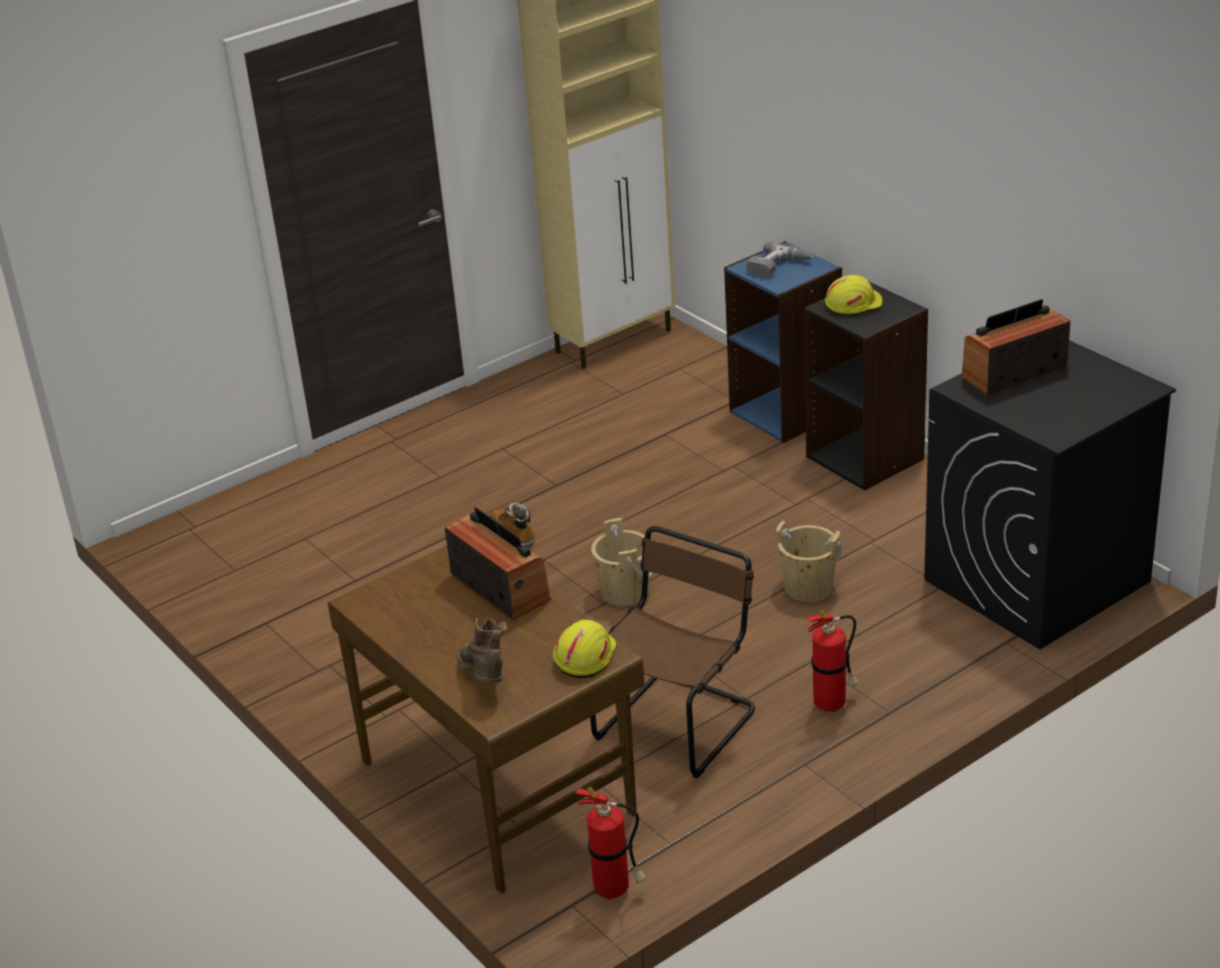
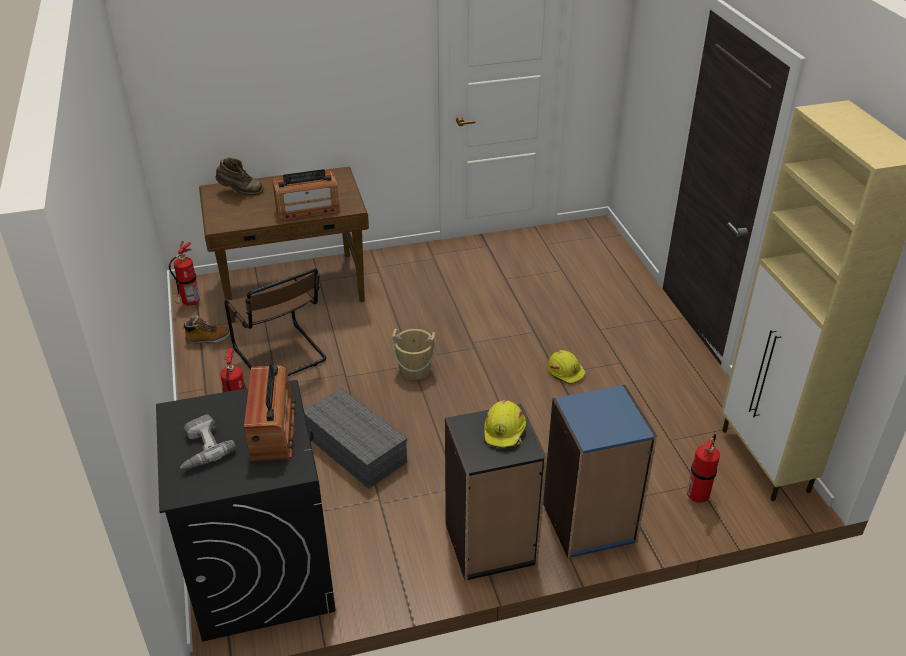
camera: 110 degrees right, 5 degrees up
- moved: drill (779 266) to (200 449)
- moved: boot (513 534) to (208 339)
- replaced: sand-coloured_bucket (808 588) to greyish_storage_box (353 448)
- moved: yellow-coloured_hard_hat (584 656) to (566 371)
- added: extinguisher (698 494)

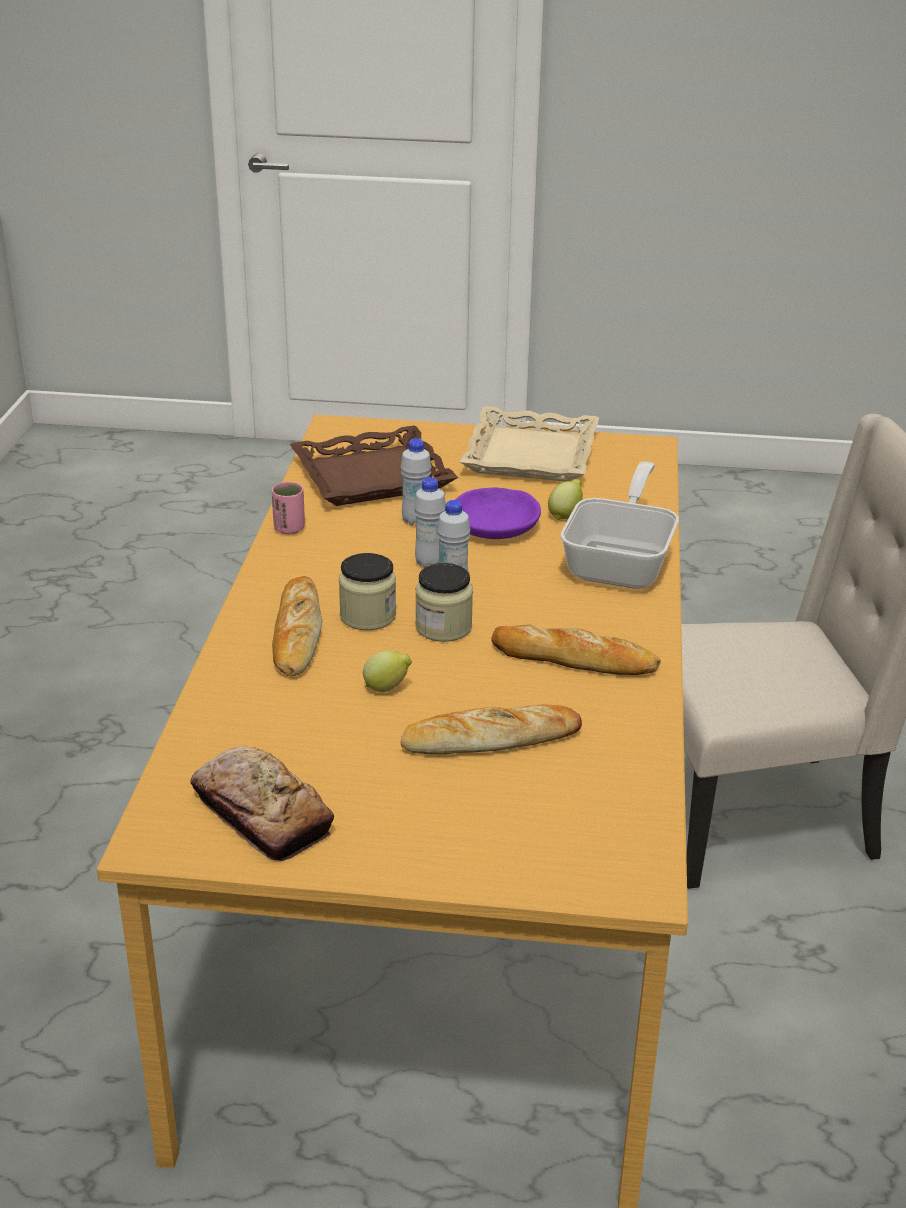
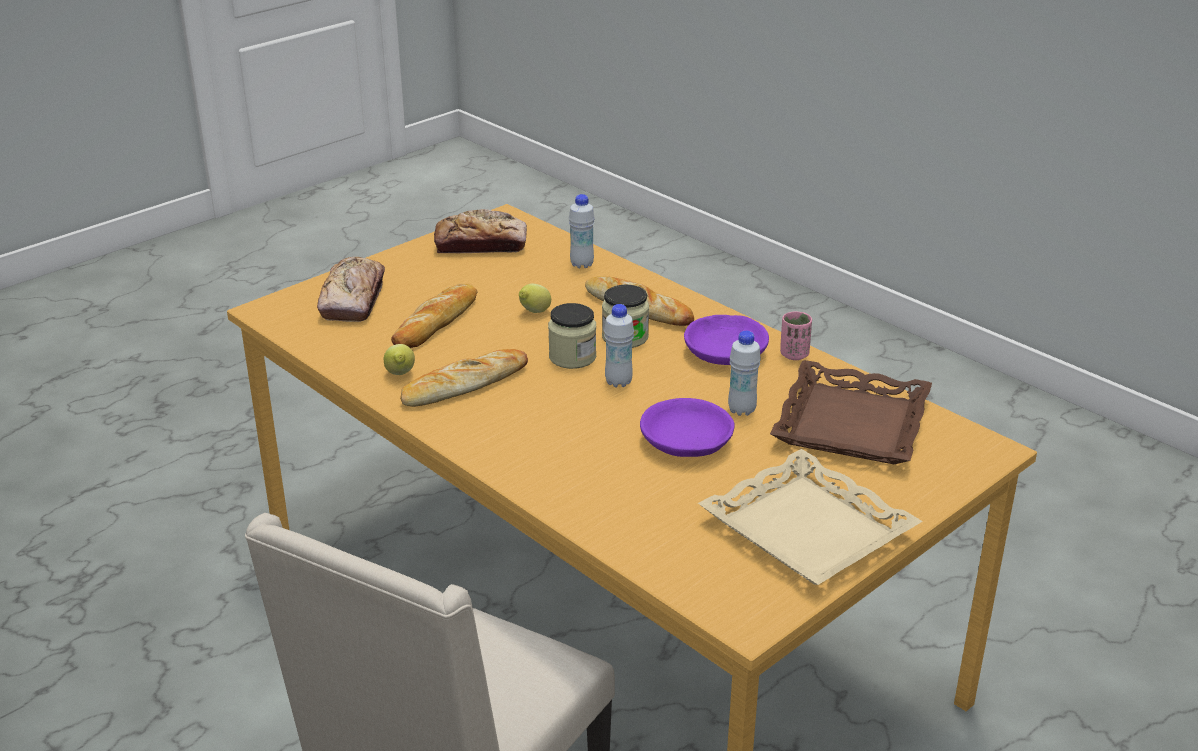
camera: 130 degrees right, 0 degrees up
- added: baked_bread (353 300)
- moved: lemon (565 515) to (400 375)
- moved: white_beverage_bottle (429 563) to (582 264)
- added: purple_deep_dish (726 351)
- removed: pan (622 562)

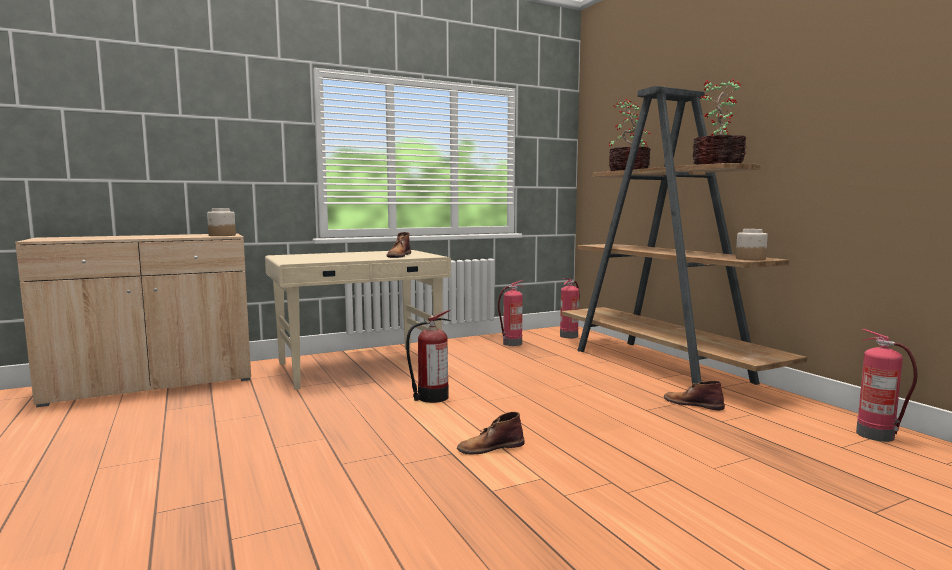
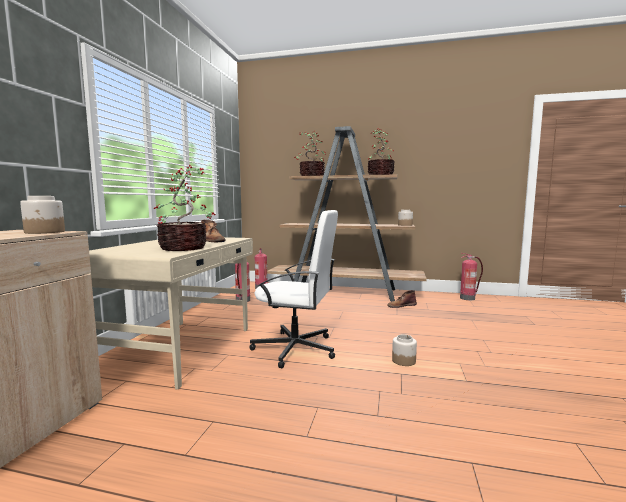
camera: 50 degrees left, 0 degrees up
- added: potted_plant (184 248)
- replaced: extinguisher (431 397) to white_computer_chair (296 349)
- replaced: brown-coloured_boot (490 447) to storage_jar (404 361)

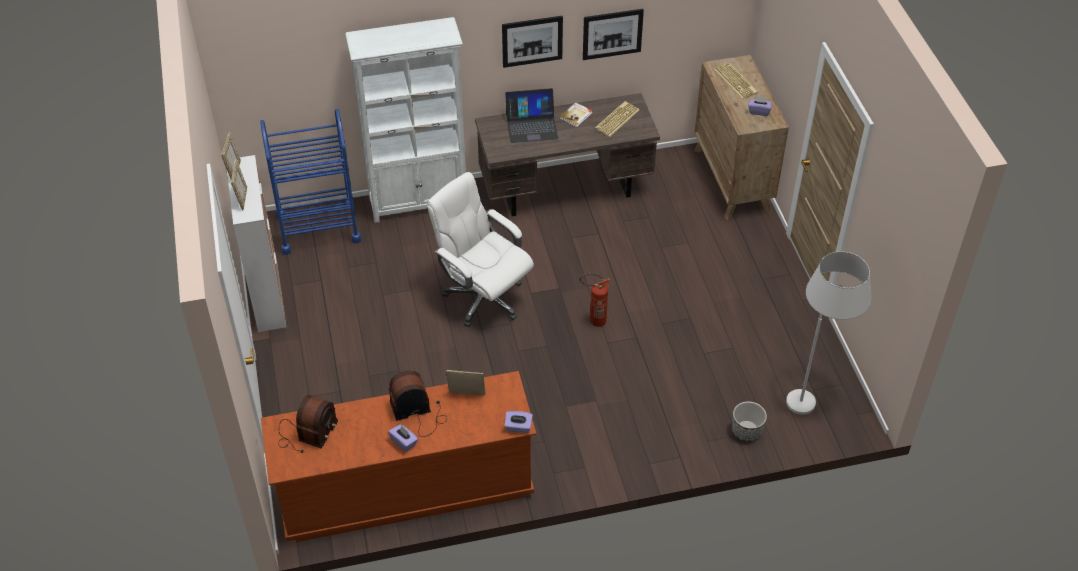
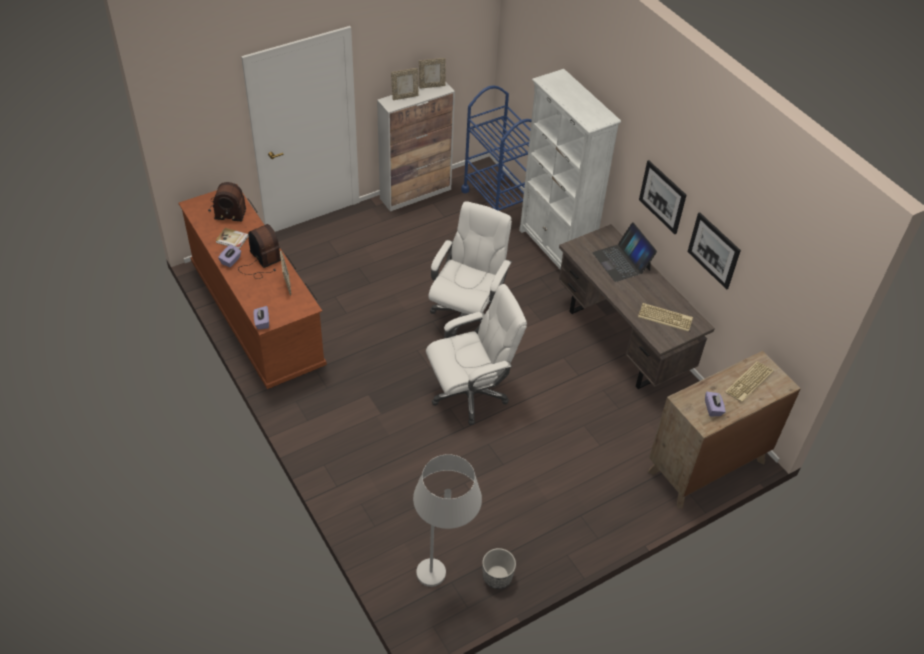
camera: 70 degrees right, 0 degrees up
- moved: bound_book (576 115) to (232 239)
- replaced: extinguisher (593 321) to white_computer_chair (470 393)
- moved: planter (746 431) to (497 576)

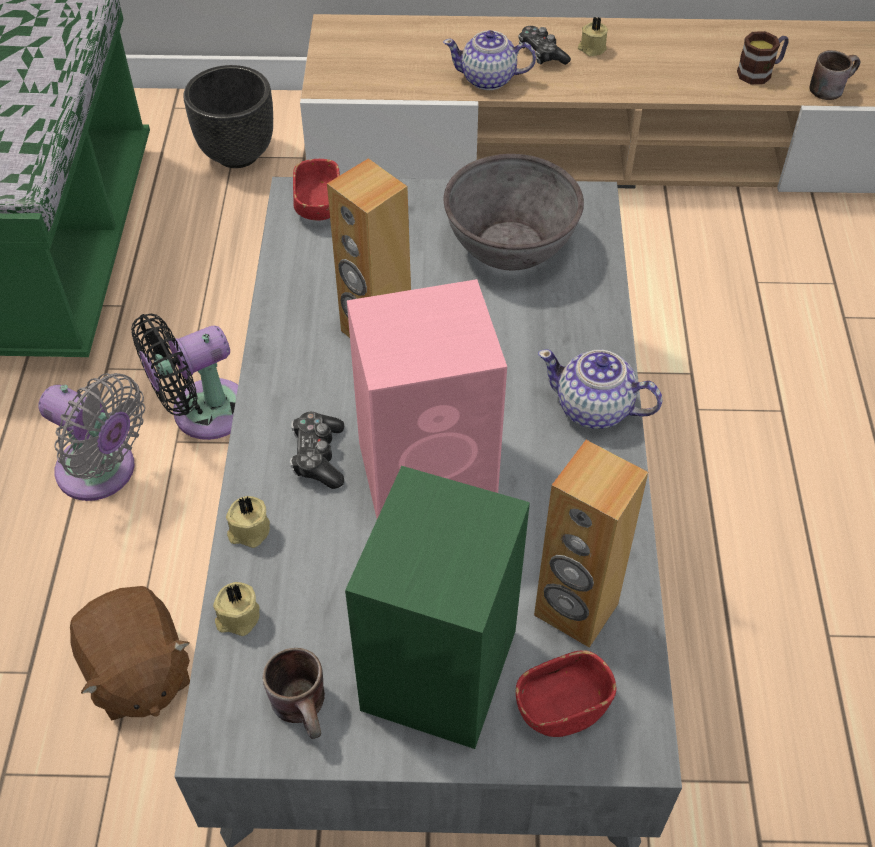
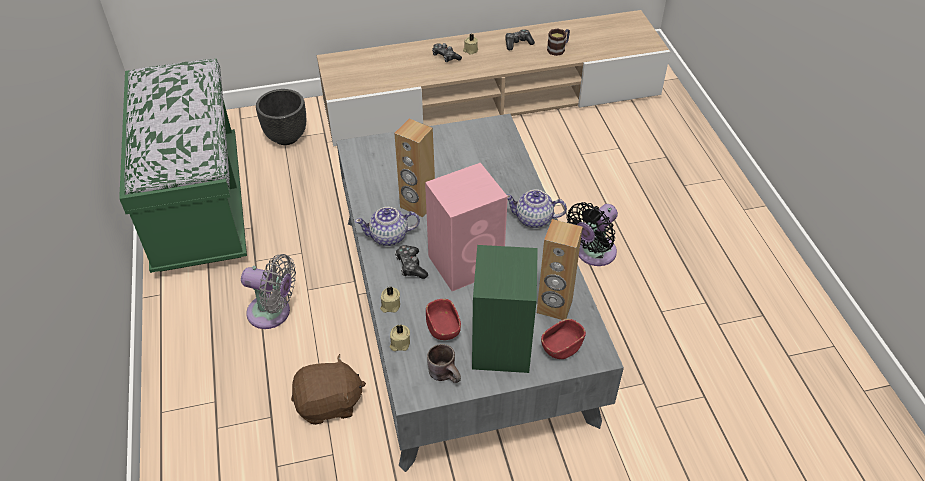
camera: 15 degrees left, 5 degrees down
- turned: brown-coloured_plush_toy (138 673) = (329 404) 60 degrees counterclockwise
- moved: pot_for_tea (489 79) to (389 236)
- moved: reddish_deep_dish (318 206) to (443 328)
- added: joypad (518 43)
- moved: blackish_fan (202 413) to (593 253)
- removed: greyish_deep_dish (510 245)
- removed: brown-coloured_tea_mug (829 87)

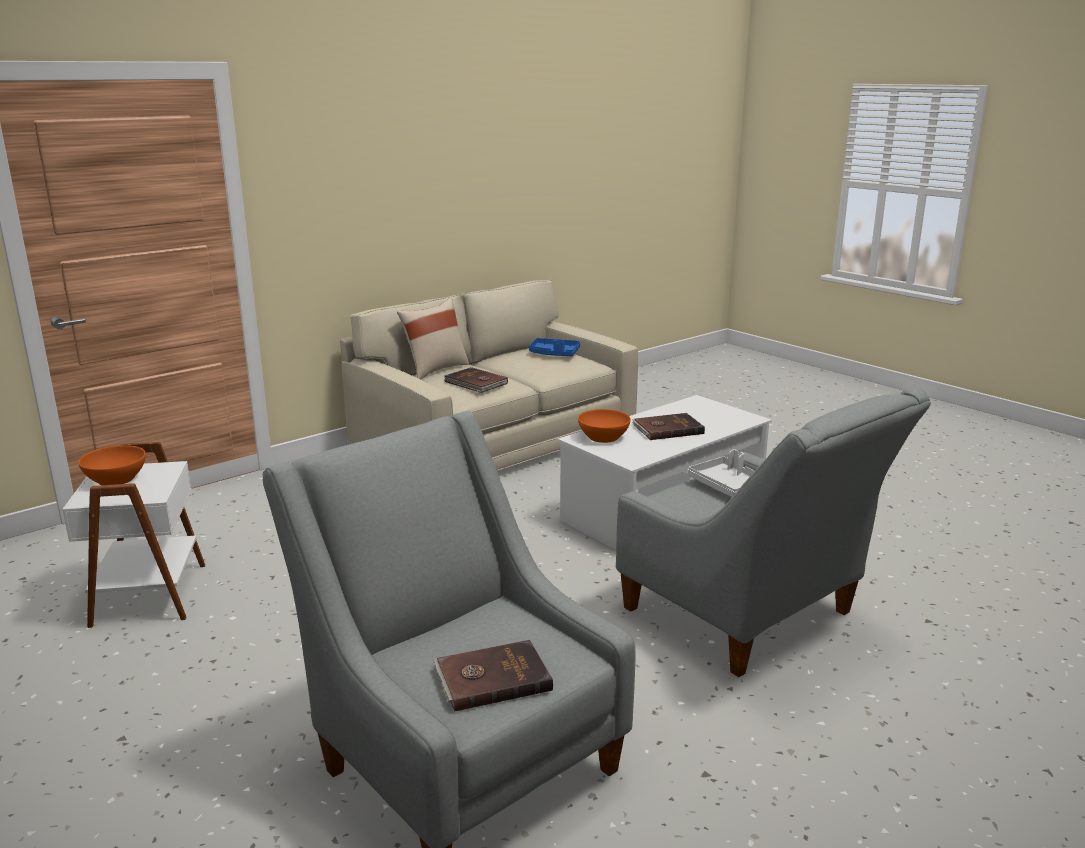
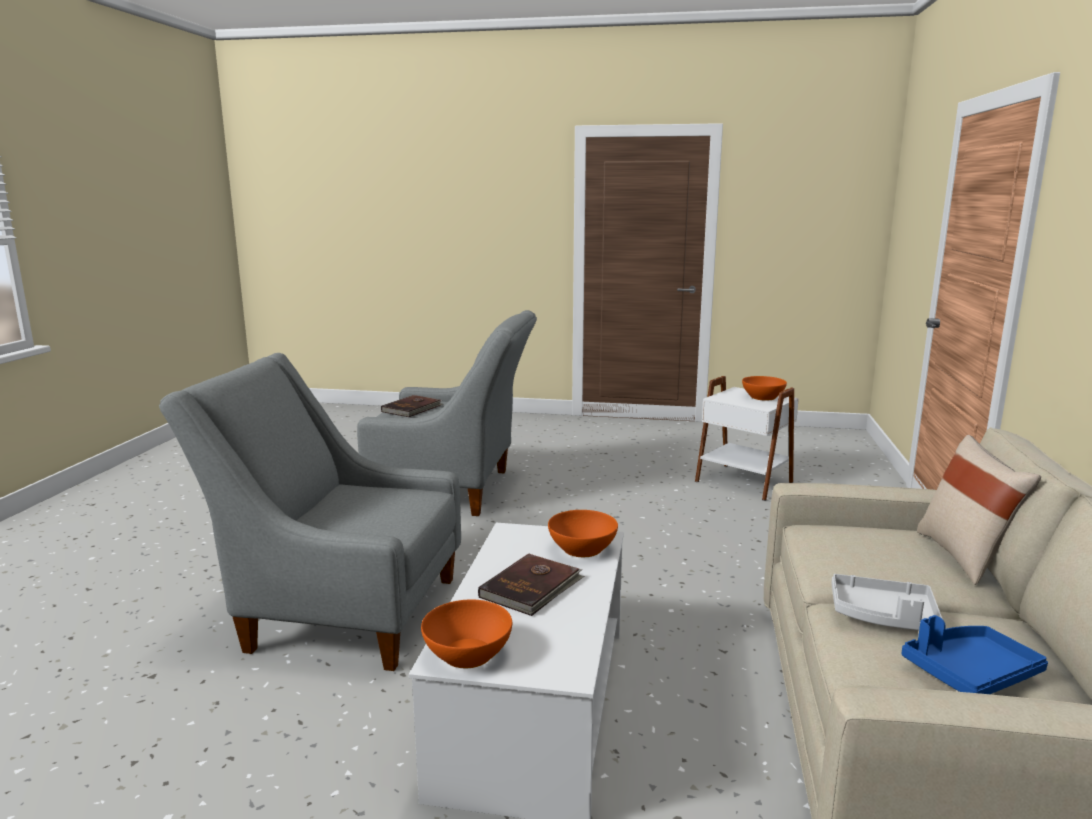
camera: 140 degrees right, 5 degrees down
- added: orange_deep_dish (467 653)
- moved: greyish_carrying_tray (727 486) to (883 616)
- removed: brown-coloured_bound_book (475 383)

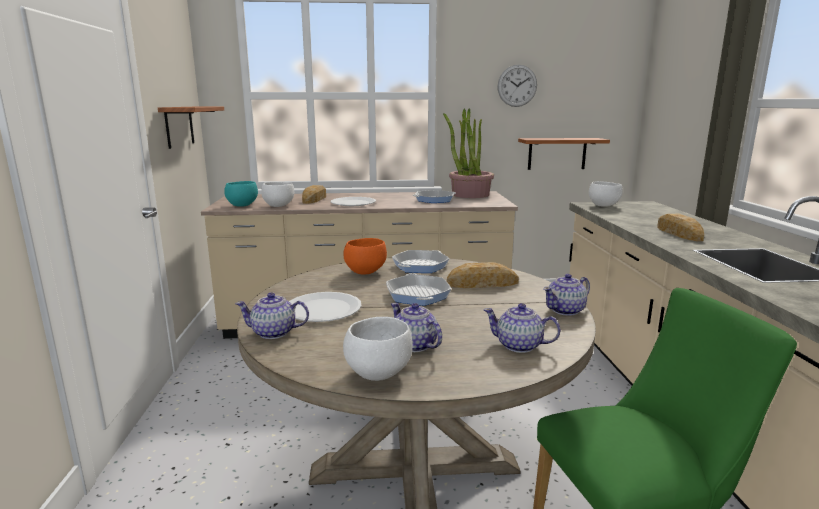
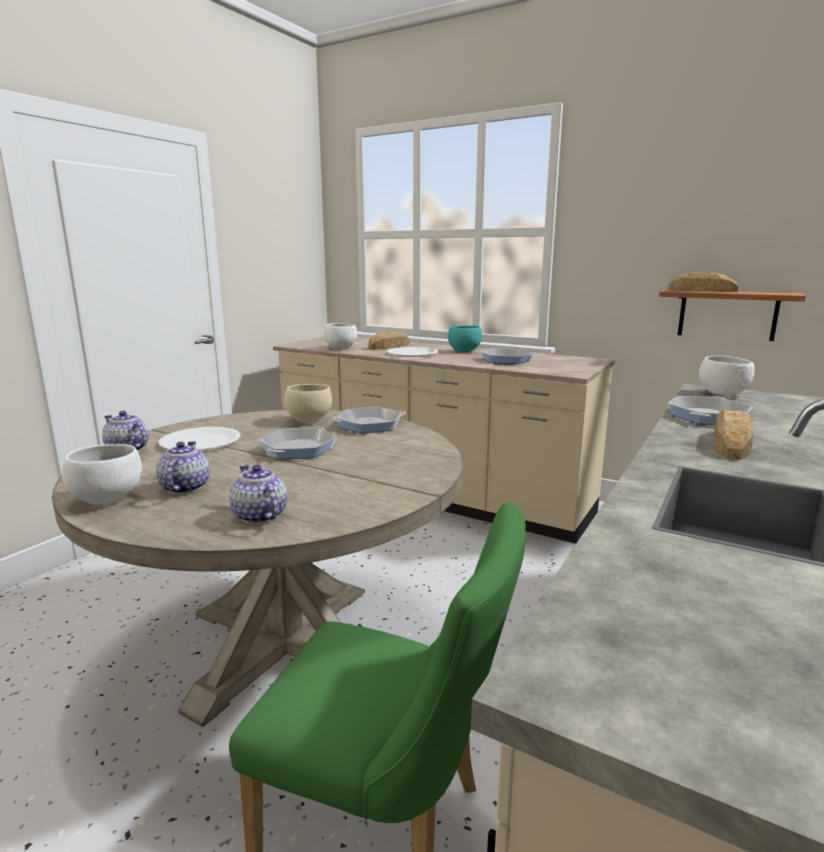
camera: 35 degrees right, 0 degrees up
- recoloured: orange_deep_dish (364 272) to sand-coloured_deep_dish (308 420)
- moved: turquoise_deep_dish (241 205) to (463 351)
- moved: baked_bread (482 283) to (702 291)
- added: pan (707 416)
- removed: wall_shelf (179 126)
- removed: potted_plant (470 194)
- removed: clock_on_the_wall (517 86)
- removed: pot_for_tea (565 310)

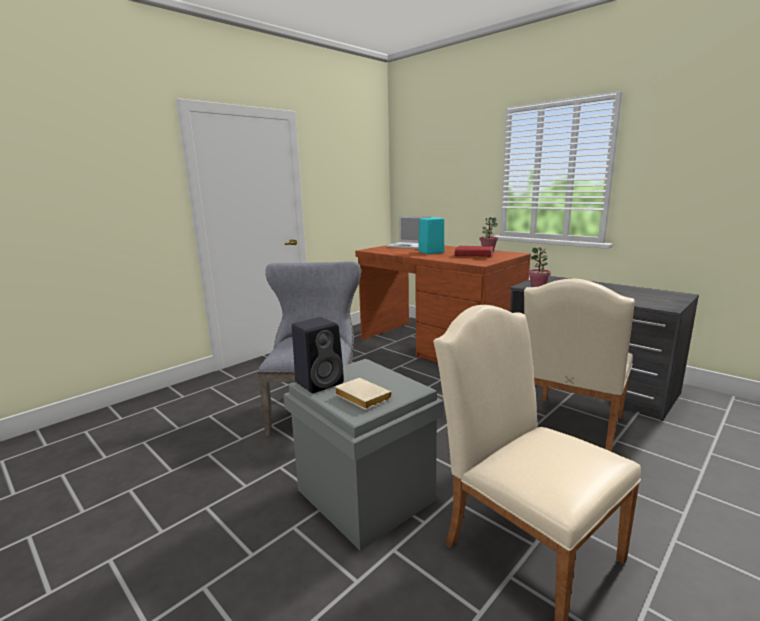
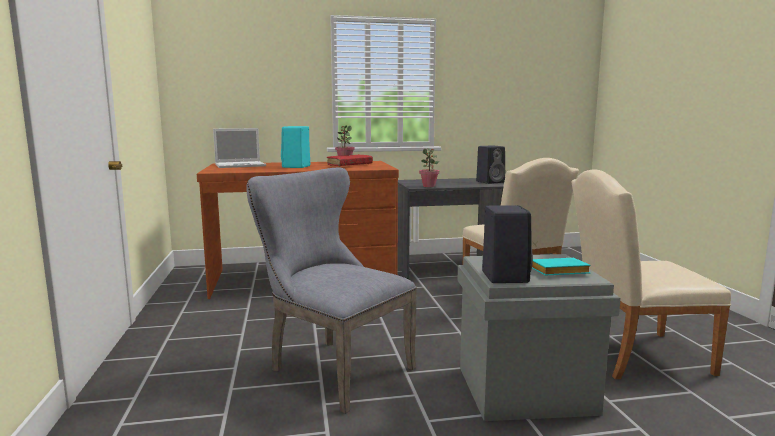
camera: 55 degrees left, 5 degrees down
- added: blackish_loudspeaker (490 182)
- recoloured: sand-coloured_bound_book (360 398) to turquoise_bound_book (558 272)

